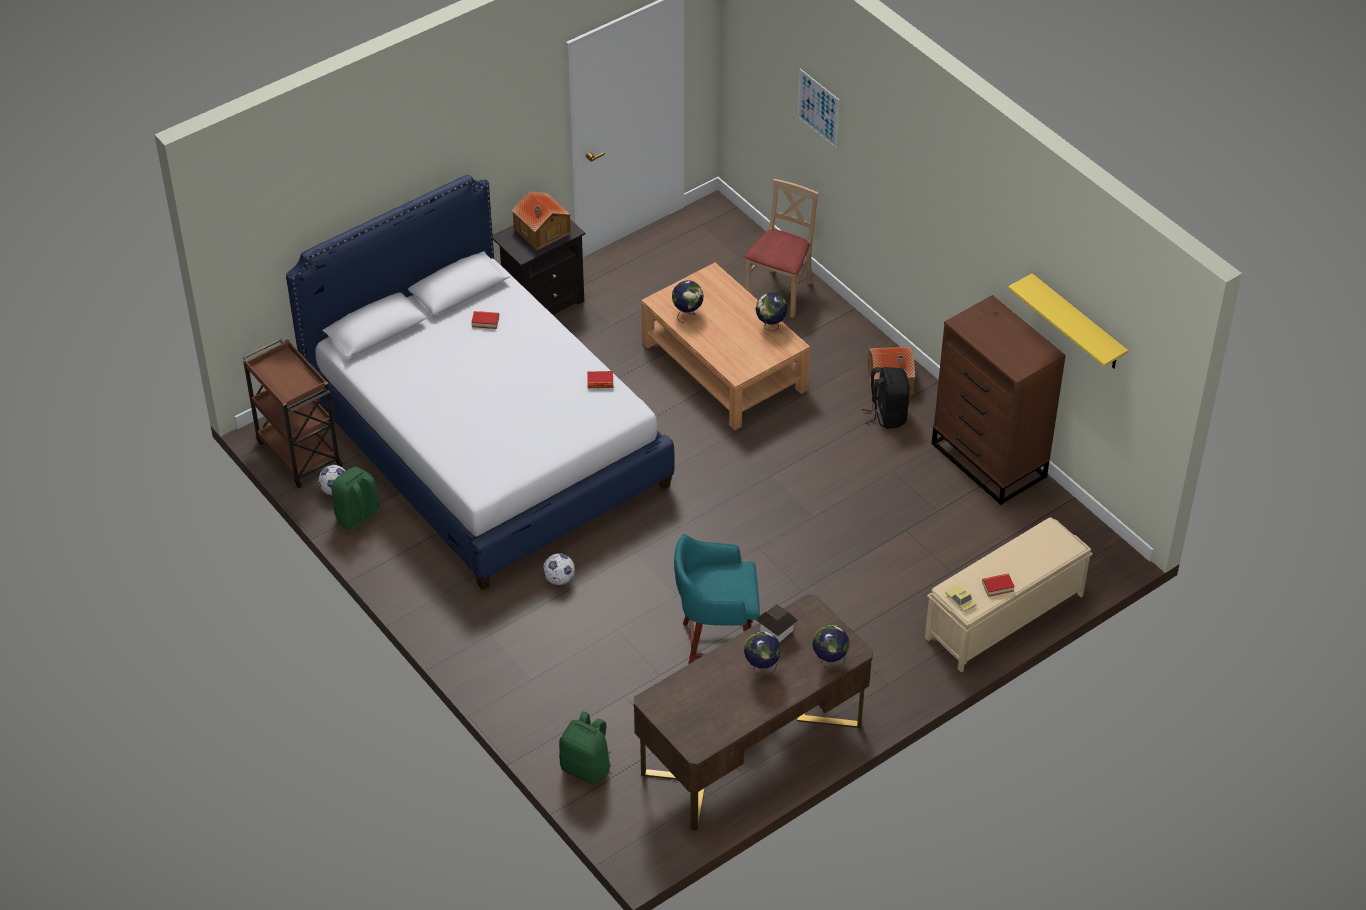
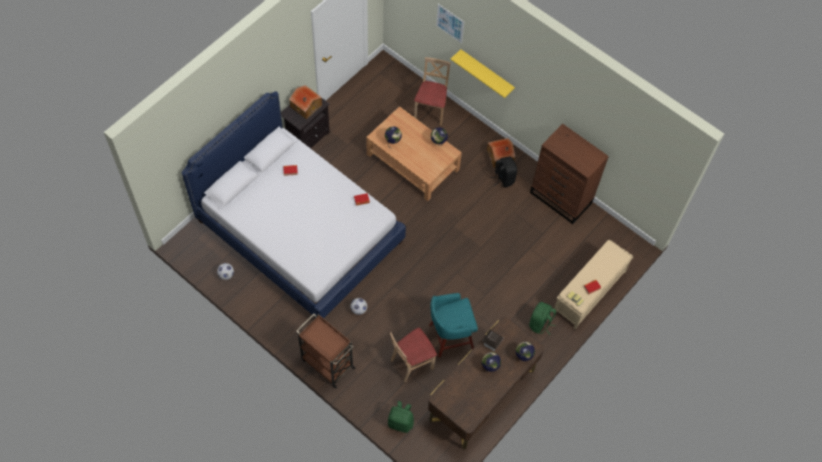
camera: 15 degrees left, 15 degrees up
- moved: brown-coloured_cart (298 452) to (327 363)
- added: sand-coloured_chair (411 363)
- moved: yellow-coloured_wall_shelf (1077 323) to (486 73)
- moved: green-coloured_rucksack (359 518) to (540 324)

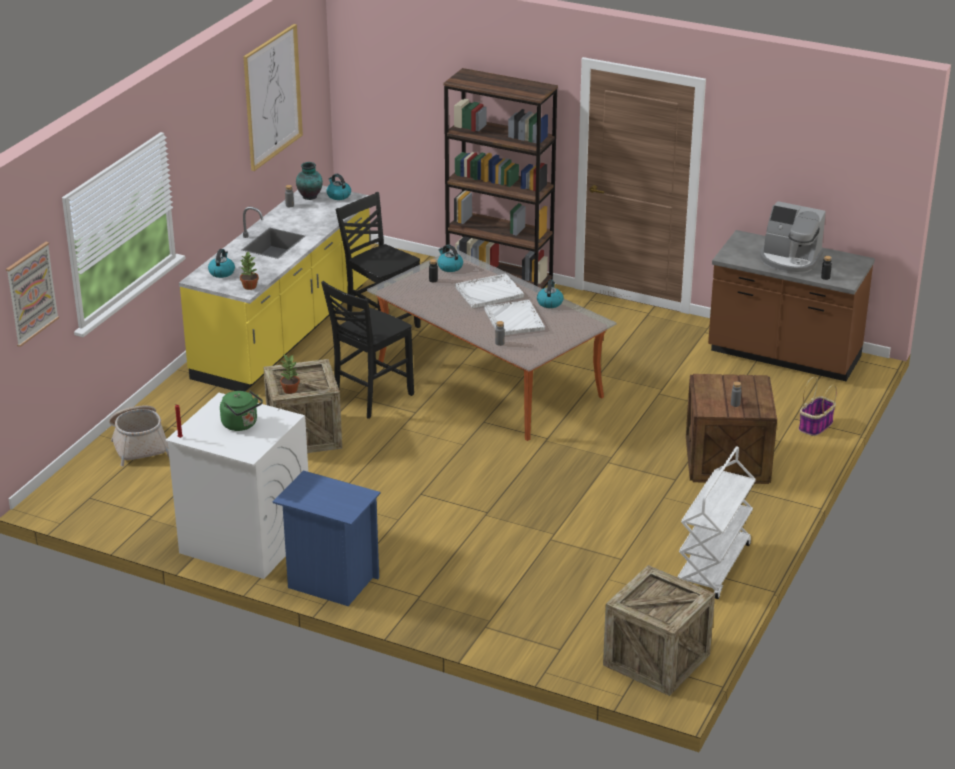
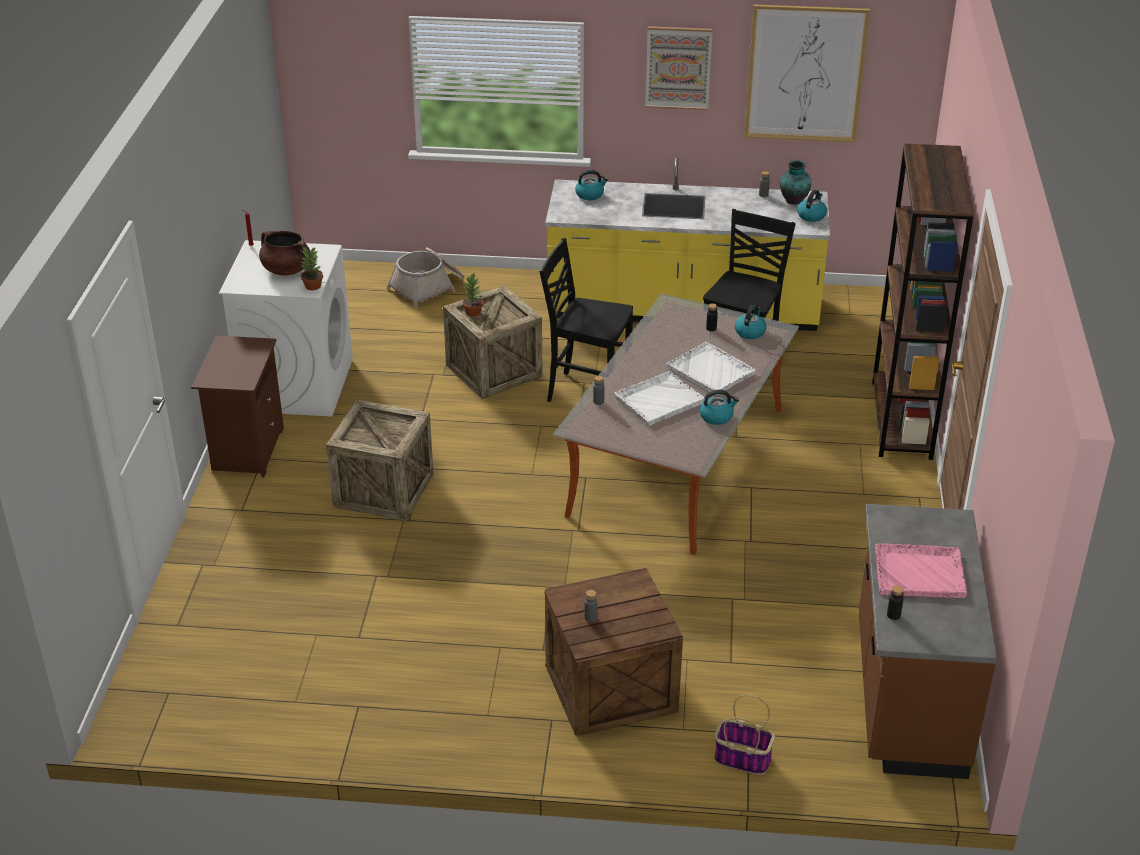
camera: 70 degrees right, 5 degrees up
- recoloured: blue_nightstand (330 582) to brown-coloured_nightstand (246 450)
- replaced: green-coloured_kettle (241 425) to brown-coloured_saucepot (286 270)
- moved: potted_plant (249 286) to (312 286)
- moved: shipping_crate (656 660) to (383 490)
- moved: wall_art (31 293) to (678 68)
- replaced: coffee_maker (789 260) to pink-coloured_carrying_tray (920 573)
- removed: white_cart (714 567)

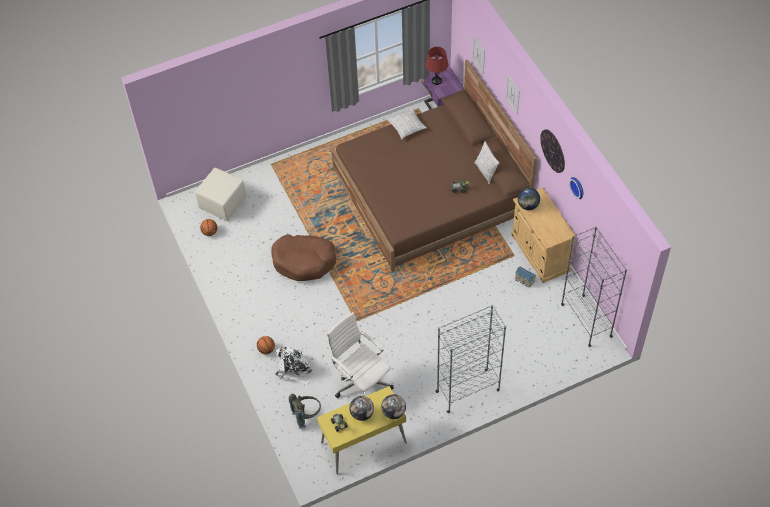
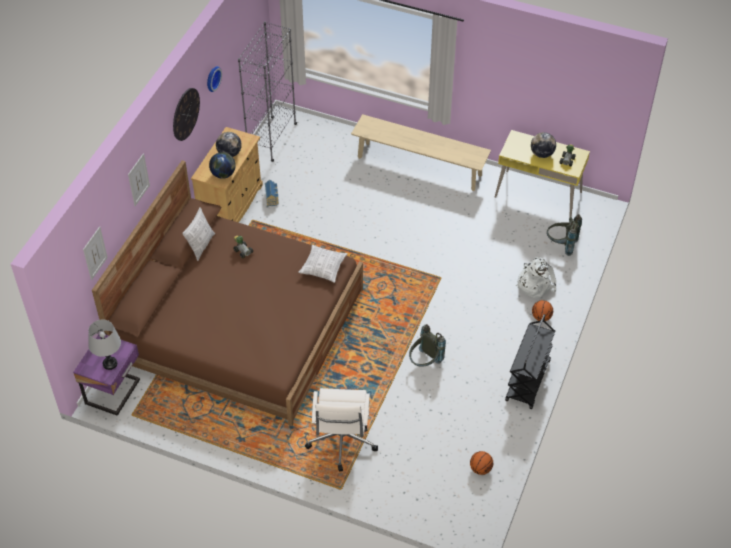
camera: 135 degrees left, 5 degrees down
- recoloured: reddish_tabletop_lamp (436 81) to greyish_tabletop_lamp (110 364)
- moved: globe (393 412) to (229 153)
- moved: throw_pillow (407 127) to (323 267)
- moved: white_computer_chair (361 383) to (341 442)
- replaced: greyish_shelving_unit (468 391) to sand-coloured_bench (419 166)
- replaced: brown-coloured_pet_bed (304 261) to greyish_rucksack (424 362)
- added: blackish_cart (528 381)
- removed: sand-coloured_footrest (223 203)

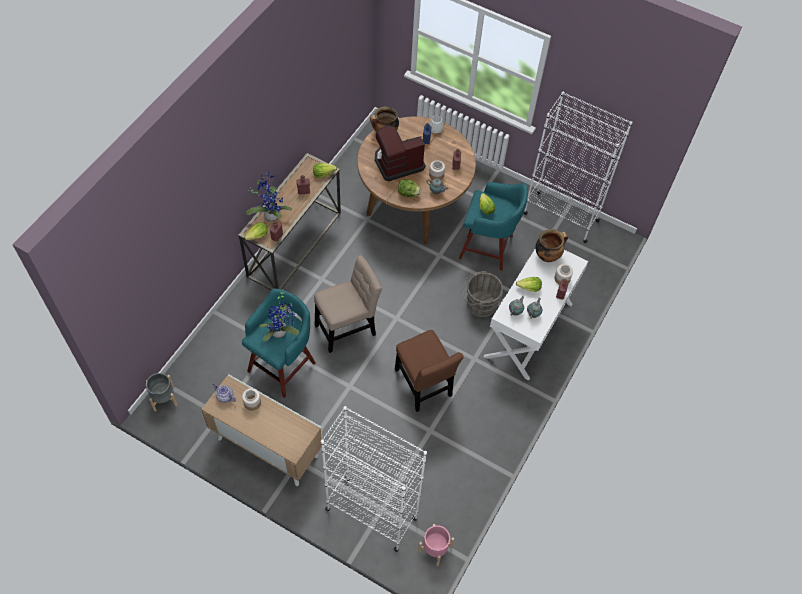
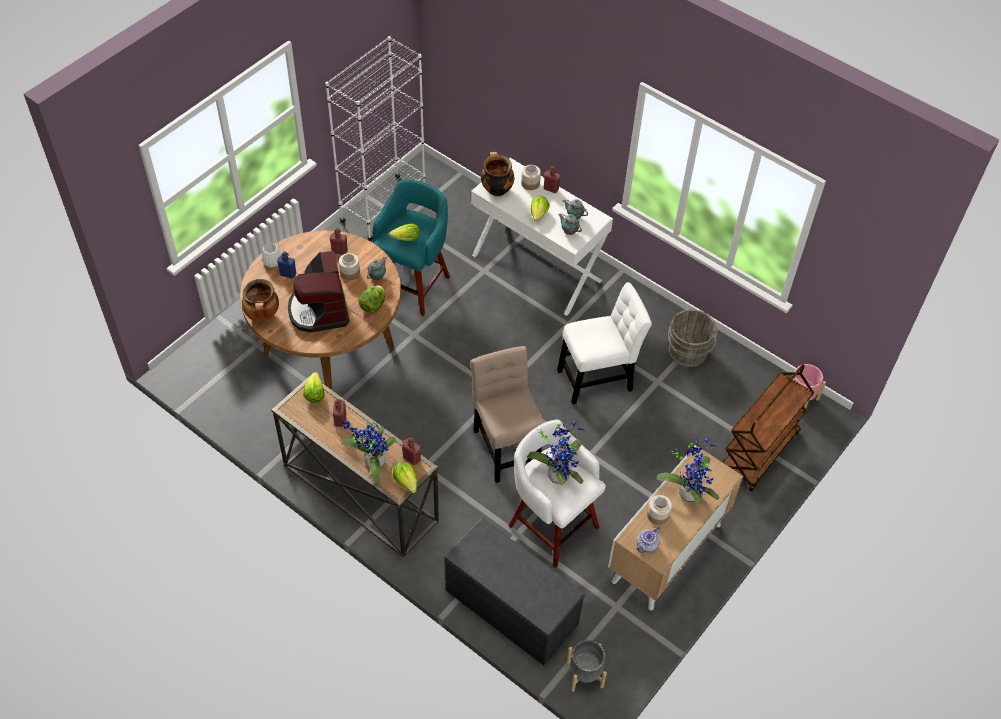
camera: 80 degrees left, 5 degrees down
- added: greyish_bench (510 607)
- recoloured: turquoise_stool (283 365) to white_stool (551 524)
- recoloured: brown-coloured_chair (424 386) to white_chair (598 378)
- added: potted_plant (689 491)
- moved: greyish_bucket (479 304) to (687 354)
- replaced: white_shelving_unit (371 515) to brown-coloured_cart (759 453)

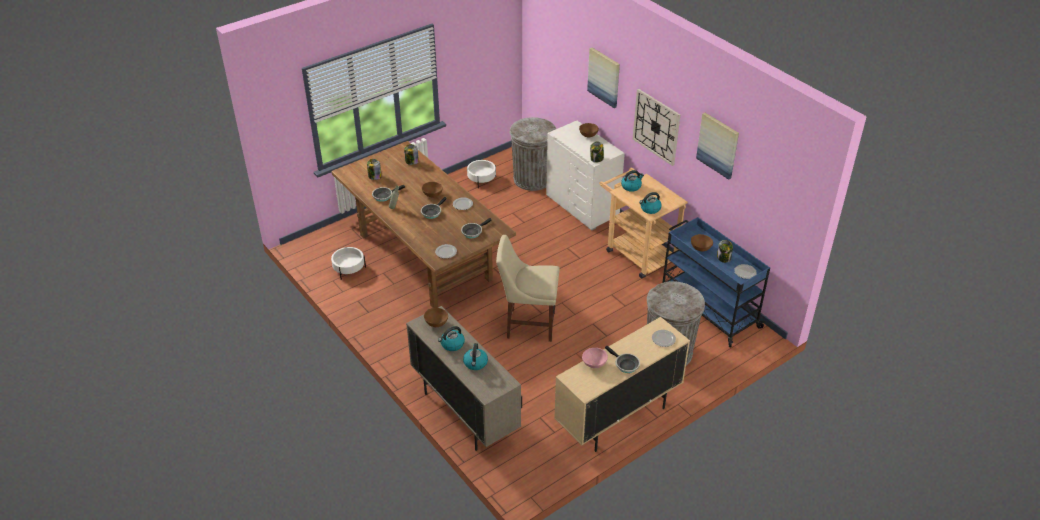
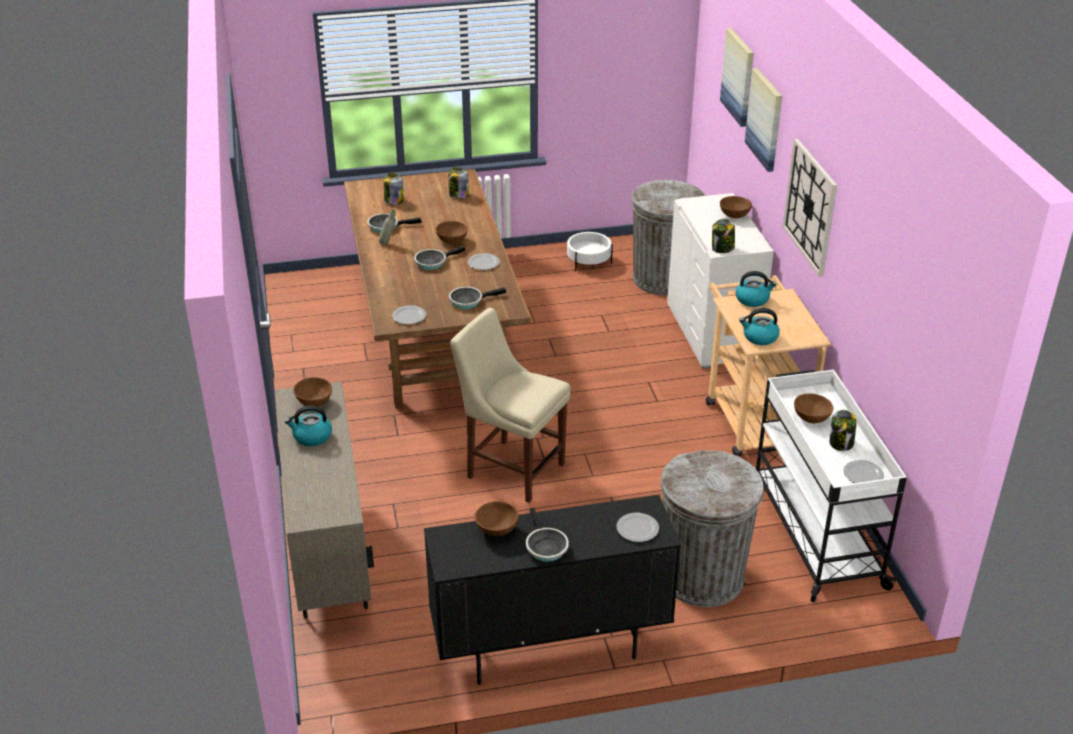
camera: 25 degrees right, 5 degrees down
- recoloured: sand-coloured_storage_cabinet (618 418) to blackish_storage_cabinet (550 647)
- recoloured: pink-coloured_deep_dish (594 364) to brown-coloured_deep_dish (497 530)
- moved: wall_art (718 145) to (738 77)
- recoloured: blue_cart (707 308) to white_cart (814 530)
- removed: white_planter (349 269)
- removed: kettle (475 363)

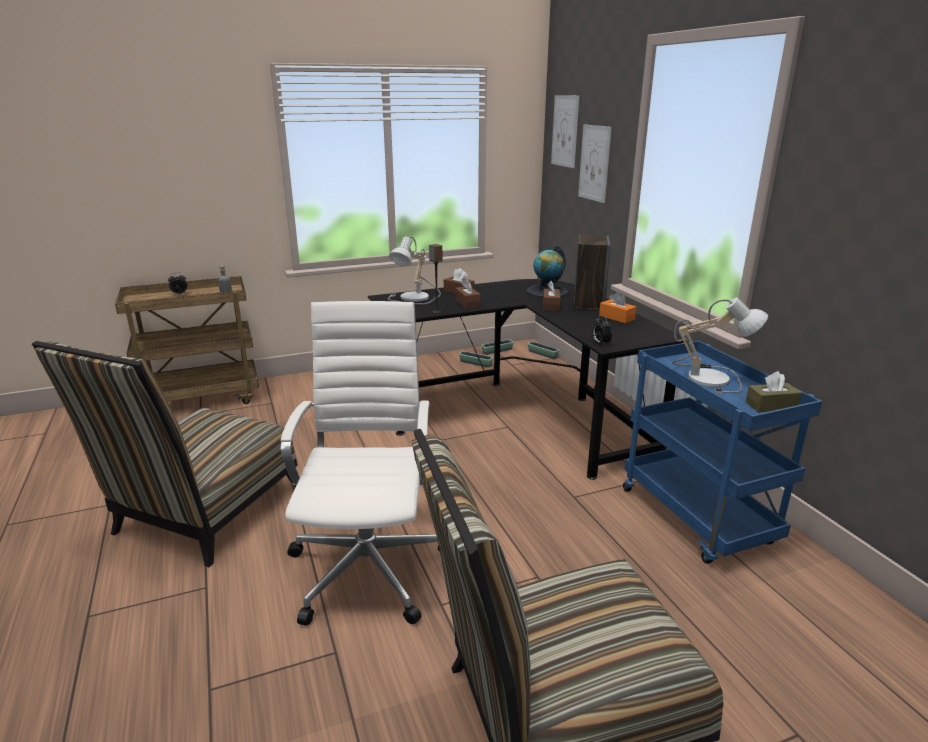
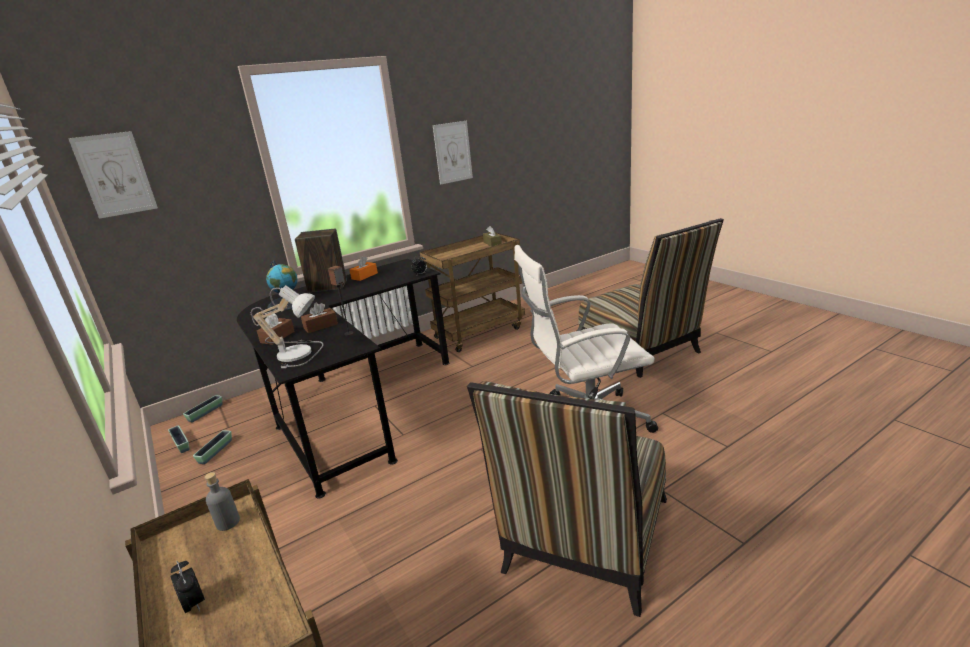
camera: 100 degrees left, 0 degrees up
- recoloured: blue_cart (698 518) to brown-coloured_cart (479 332)
- moved: wall_art (594 163) to (453 152)
- turned: chair (202 515) = (584 543) 105 degrees clockwise
- removed: brown-coloured_box_of_tissues (551 305)
- removed: tabletop_lamp (710 377)

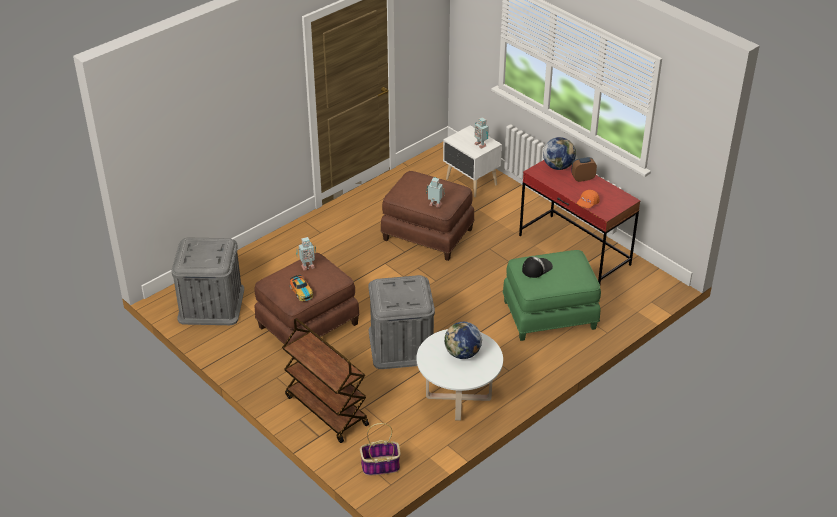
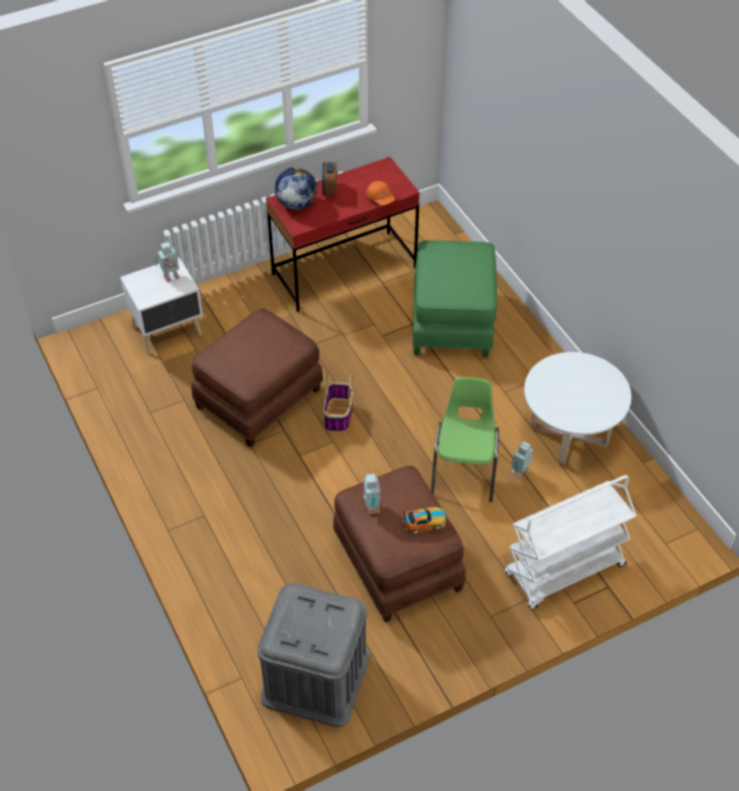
camera: 75 degrees left, 10 degrees up
- moved: basket (380 466) to (338 416)
- replaced: greyish_storage_box (401 345) to green-coloured_chair (464 470)
- recoloured: brown-coloured_cart (326 410) to white_cart (564 571)
- moved: model_robot (435 205) to (520 472)
- removed: globe (462 354)
- removed: peaked_cap (536 268)

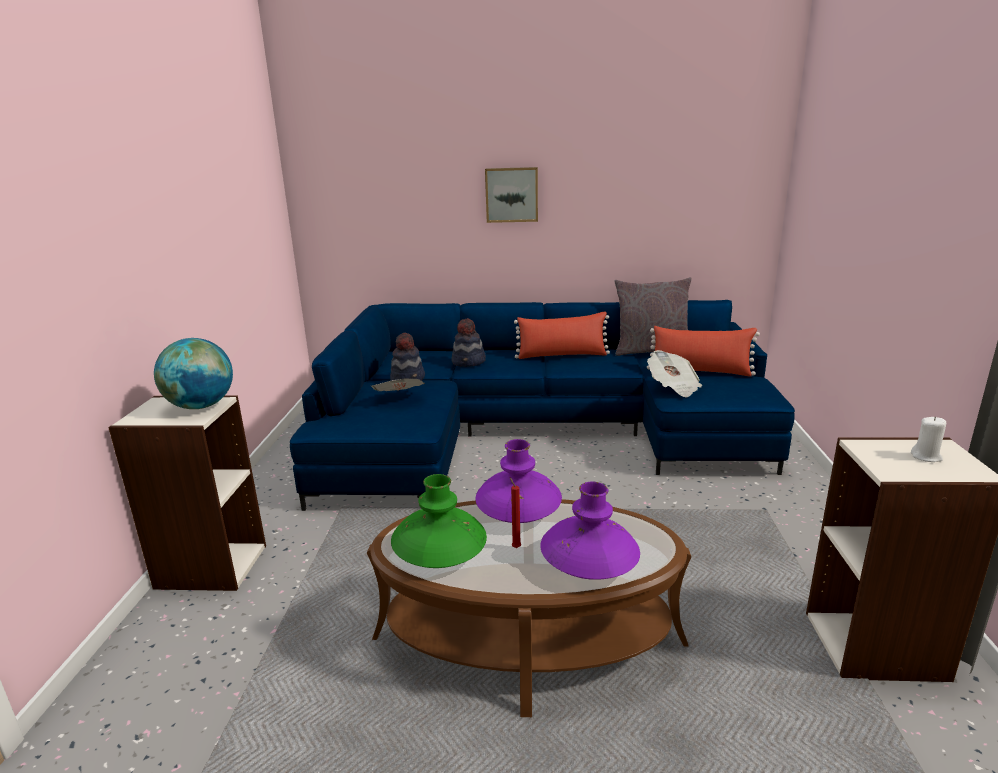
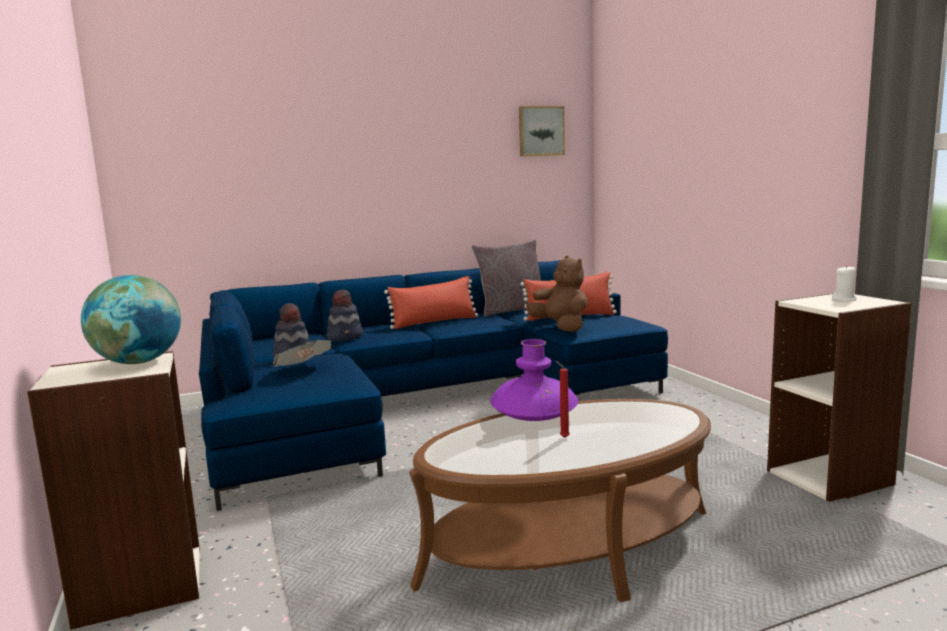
camera: 25 degrees left, 10 degrees down
- moved: wall_art (512 194) to (540 131)
- replaced: printed_paper (673 387) to brown-coloured_plush_toy (561 327)
- removed: green-coloured_decorative_vase (440 553)
- removed: purple_decorative_vase (589 563)

